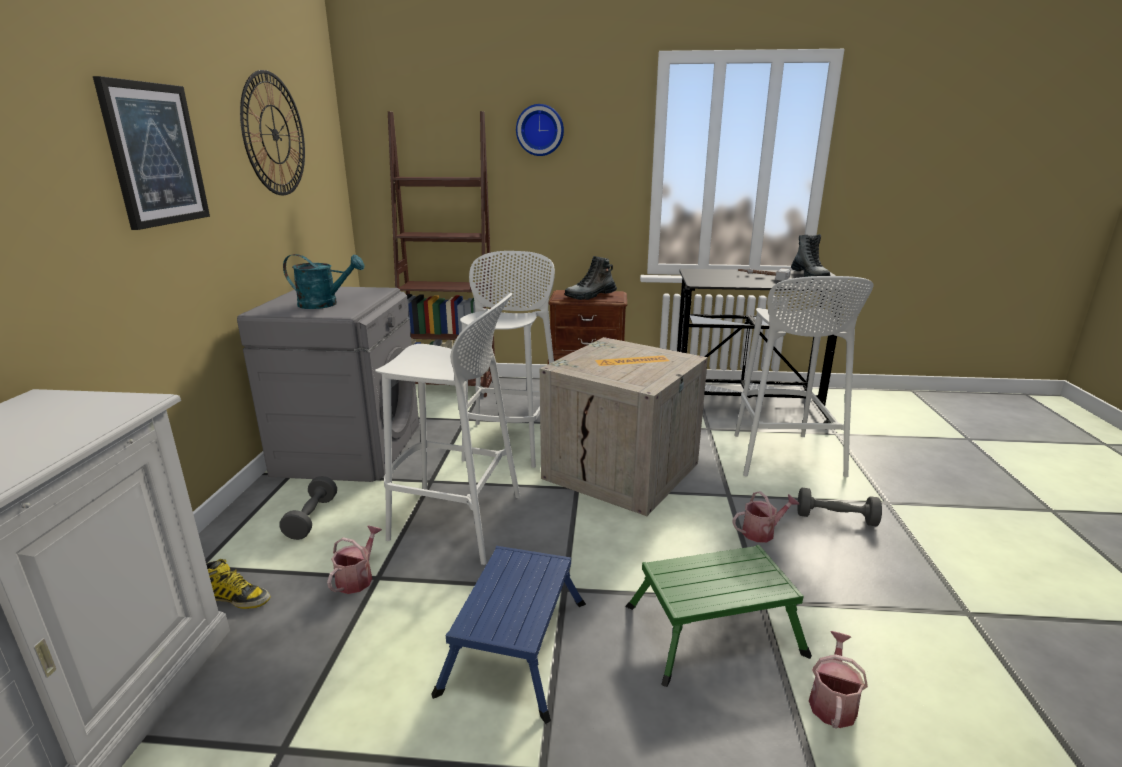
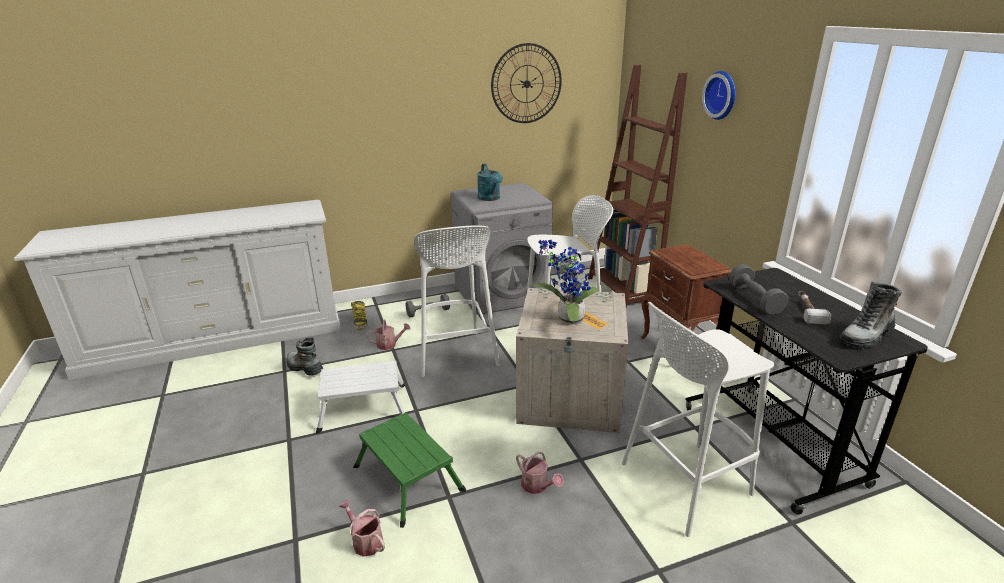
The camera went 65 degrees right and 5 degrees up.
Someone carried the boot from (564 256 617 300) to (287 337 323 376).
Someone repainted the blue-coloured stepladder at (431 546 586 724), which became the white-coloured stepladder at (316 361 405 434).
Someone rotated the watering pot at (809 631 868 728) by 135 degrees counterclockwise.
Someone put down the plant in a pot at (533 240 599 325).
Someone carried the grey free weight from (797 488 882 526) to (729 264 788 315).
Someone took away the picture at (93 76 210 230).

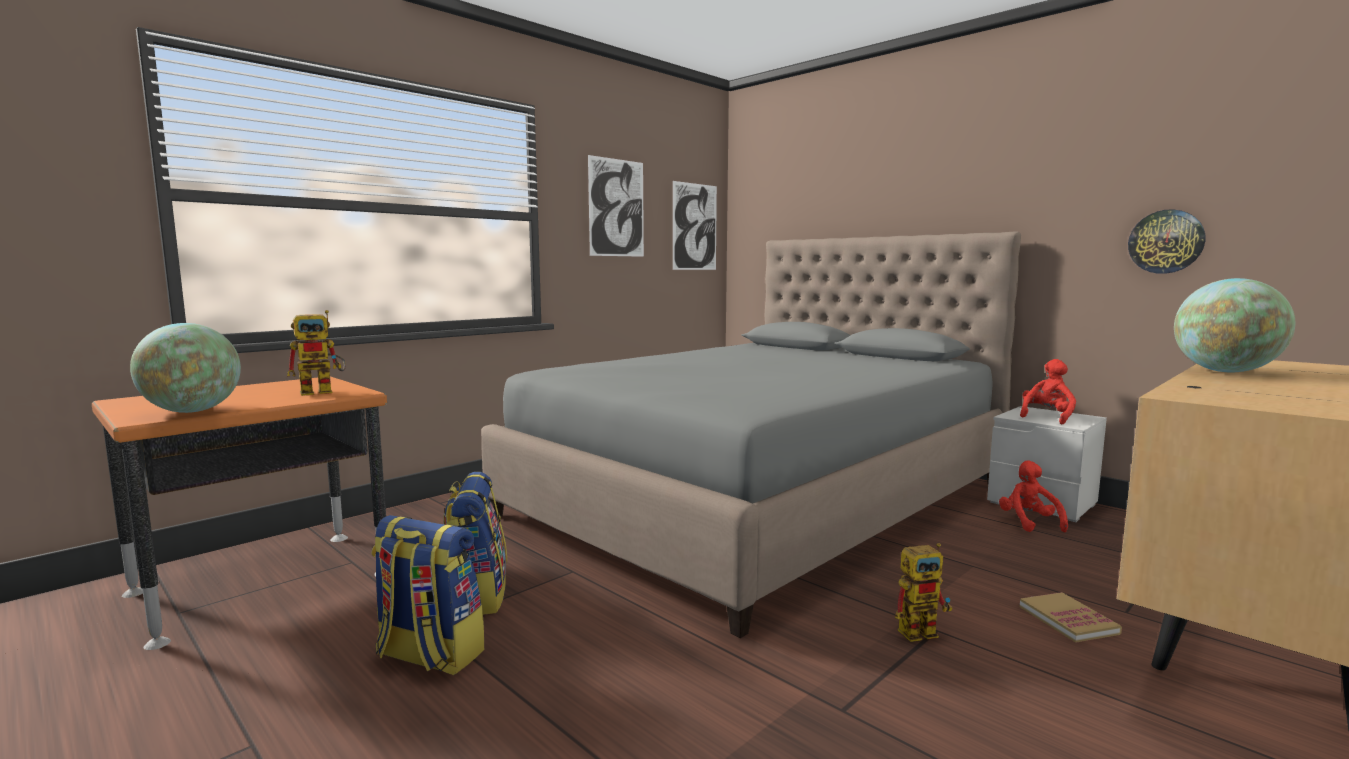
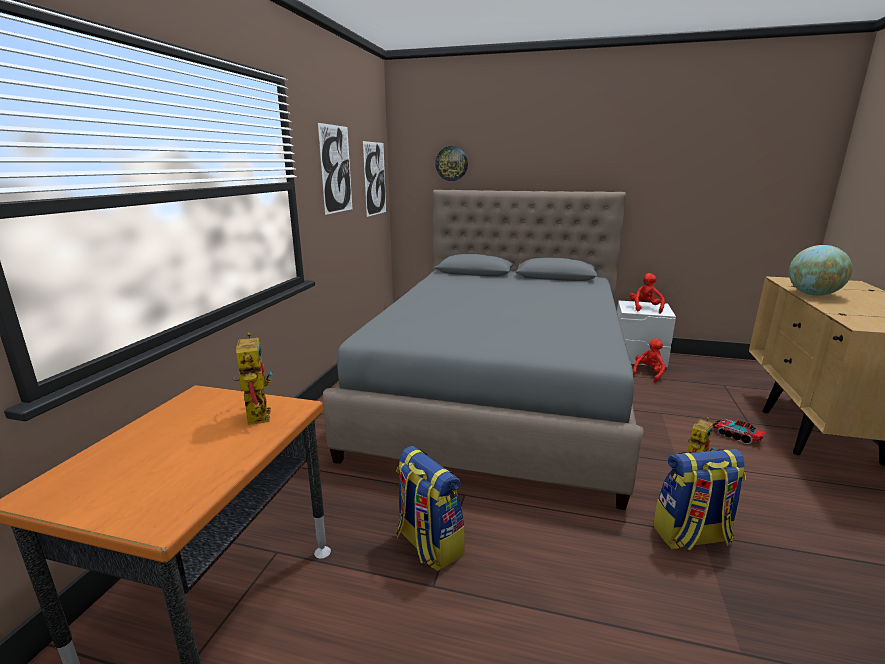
The camera went 30 degrees left and 10 degrees up.
Someone rotated the robot figure at (287 310 346 396) by 45 degrees counterclockwise.
Someone carried the wall clock from (1128 209 1205 274) to (435 146 468 181).
Someone rotated the red cuddly toy at (999 461 1068 532) by 75 degrees clockwise.
Someone carried the knapsack from (372 515 484 675) to (653 449 746 550).
Someone swapped the volume at (1020 592 1122 643) for the toy truck at (713 419 765 444).
Someone took away the globe at (130 323 241 413).

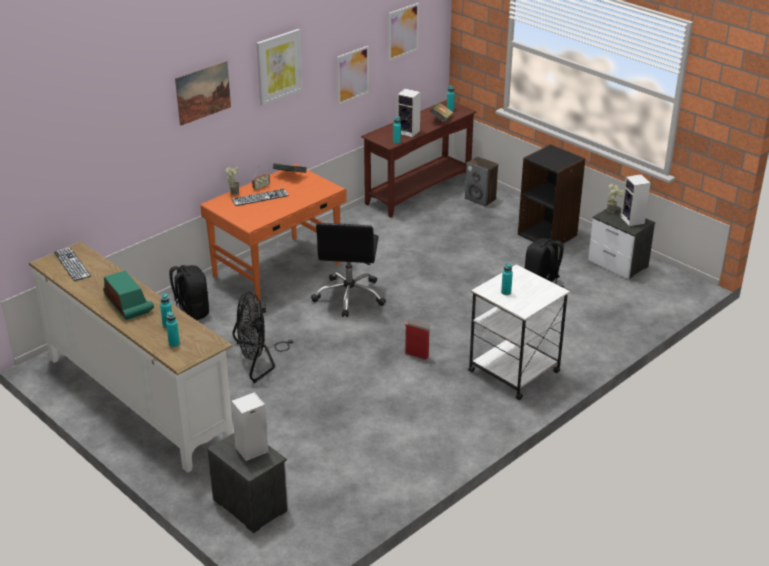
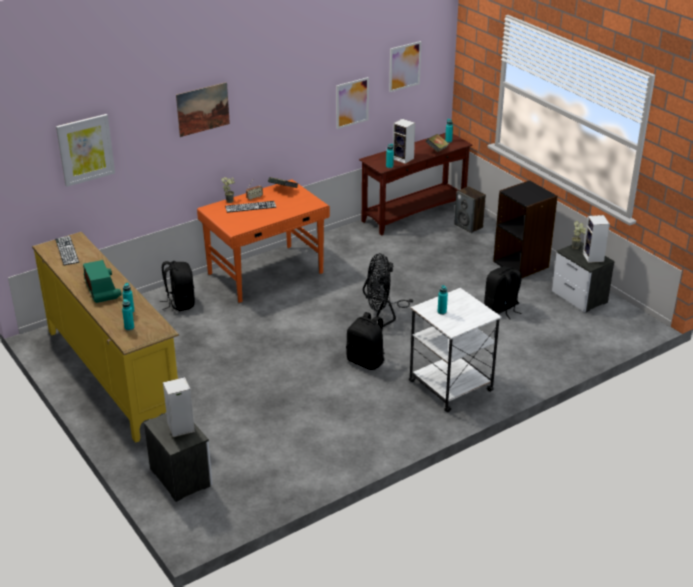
The camera went 10 degrees right and 0 degrees up.
Someone repainted the white-coloured storage cabinet at (29 242 233 473), which became the yellow storage cabinet at (32 232 179 443).
Someone carried the picture from (256 29 303 106) to (56 114 115 187).
Someone swapped the cardboard box at (403 319 431 360) for the blackish knapsack at (346 312 385 370).
Someone carried the blackish electric fan from (232 292 293 383) to (363 253 414 327).
Someone took away the blackish computer chair at (311 223 386 317).

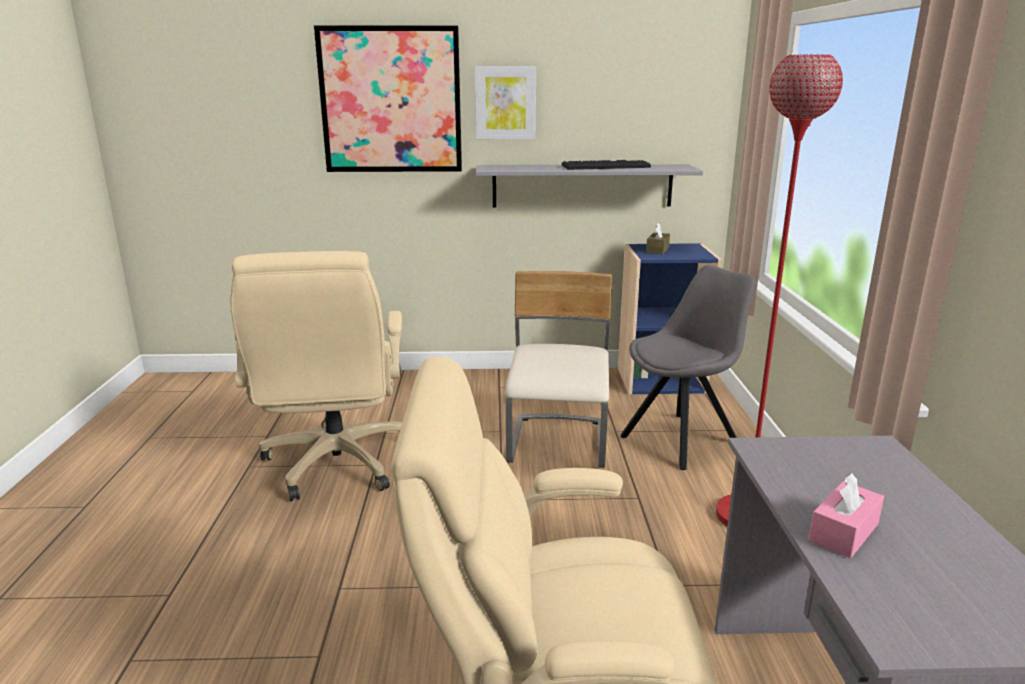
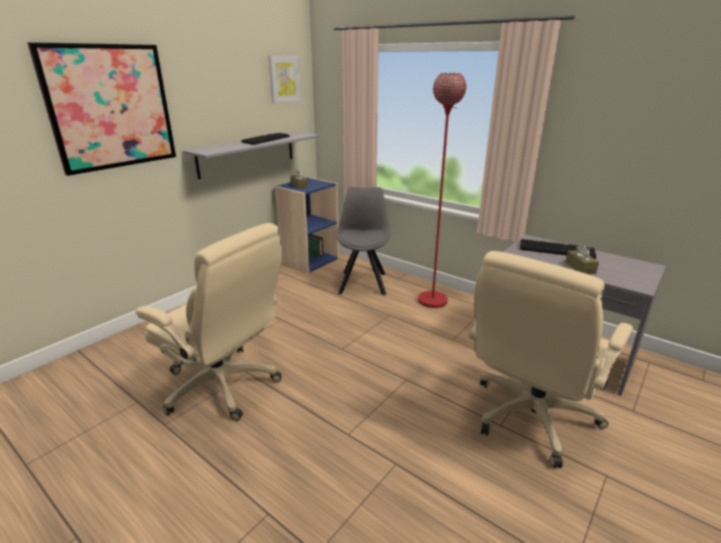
The camera went 50 degrees left and 5 degrees up.
Someone carried the picture from (475 66 536 139) to (268 56 301 103).
Someone put down the computer keyboard at (520 239 596 259).
Someone repainted the pinkish tissue holder at (808 472 884 558), which became the brown tissue holder at (566 244 599 274).
Someone took away the beige-coloured plain chair at (505 271 612 468).

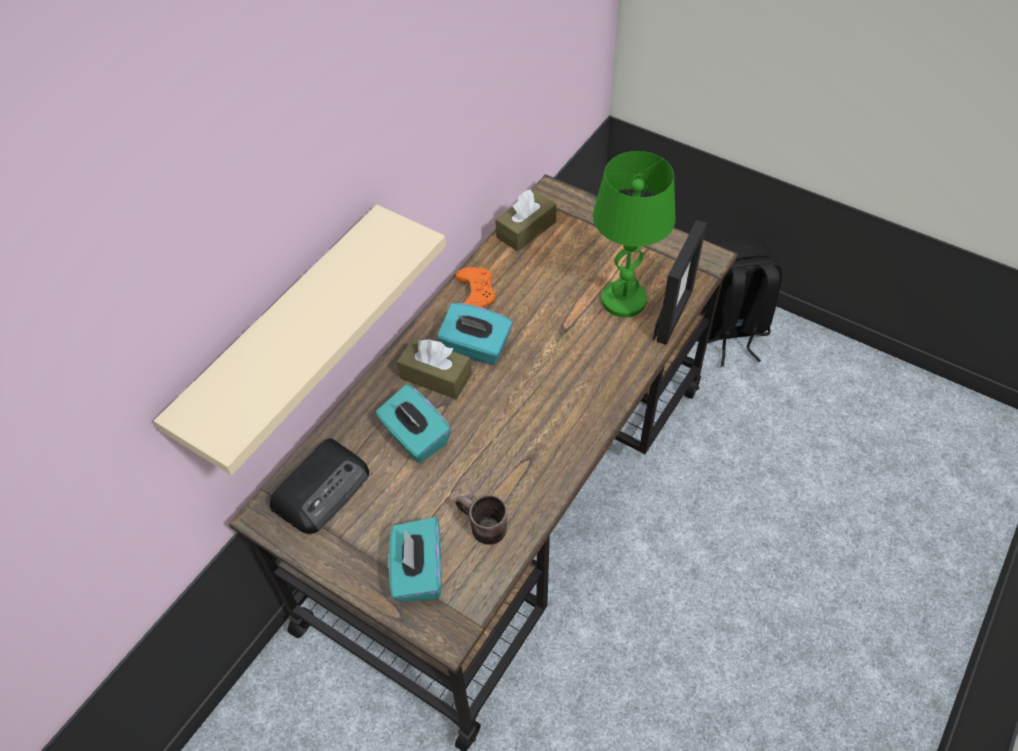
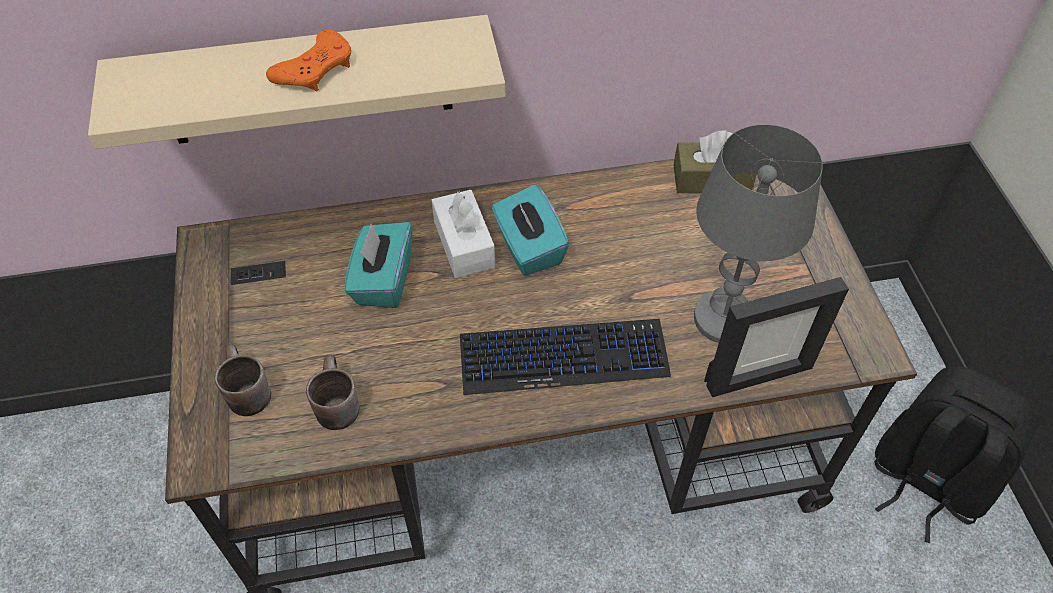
The camera went 45 degrees right and 0 degrees up.
Someone swapped the turquoise tissue holder at (389 517 442 602) for the brown coffee mug at (214 345 271 416).
Someone carried the orangey game controller from (456 267 495 308) to (266 30 351 91).
Someone repainted the brown tissue holder at (397 337 472 399), which became the white-coloured tissue holder at (432 190 495 278).
Someone put down the computer keyboard at (460 319 671 395).
Someone repainted the green table lamp at (593 151 675 317), which became the grey table lamp at (694 124 823 343).
Someone took away the radio receiver at (270 438 369 534).

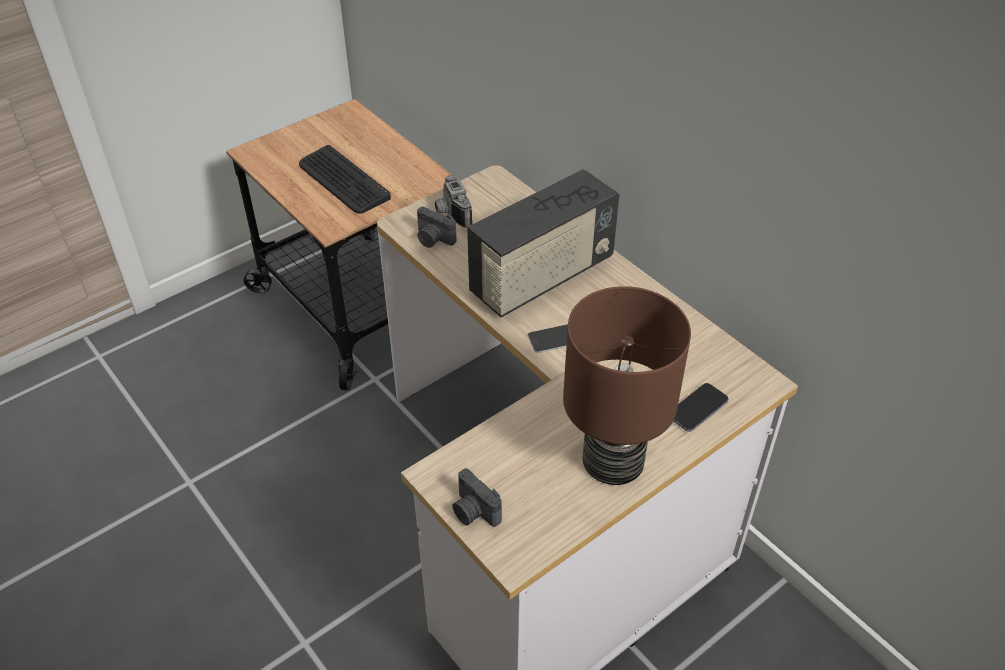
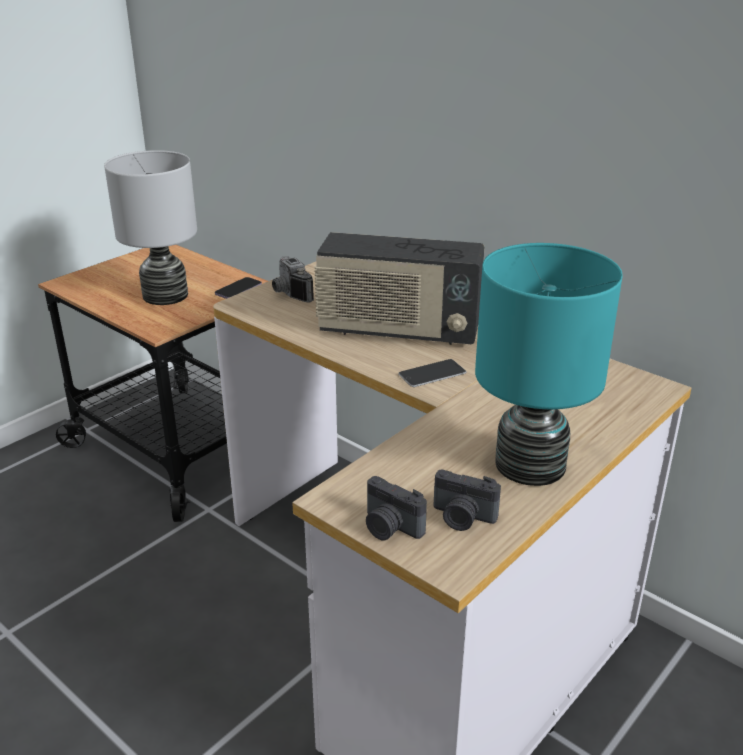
The camera went 10 degrees left and 15 degrees down.
Someone swapped the computer keyboard at (299 145 391 214) for the grey table lamp at (104 150 197 305).
Someone carried the phone from (673 383 729 432) to (215 277 262 299).
Someone rotated the radio receiver at (467 169 619 318) by 60 degrees clockwise.
Someone carried the photo camera from (417 207 456 248) to (434 470 501 531).
Someone repainted the brown table lamp at (563 286 691 485), which became the turquoise table lamp at (475 243 623 486).

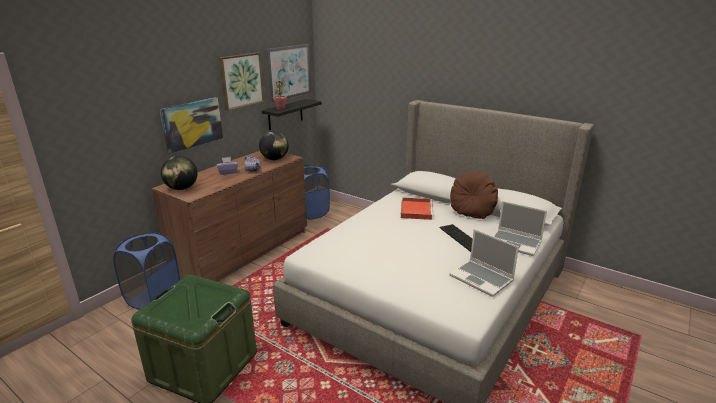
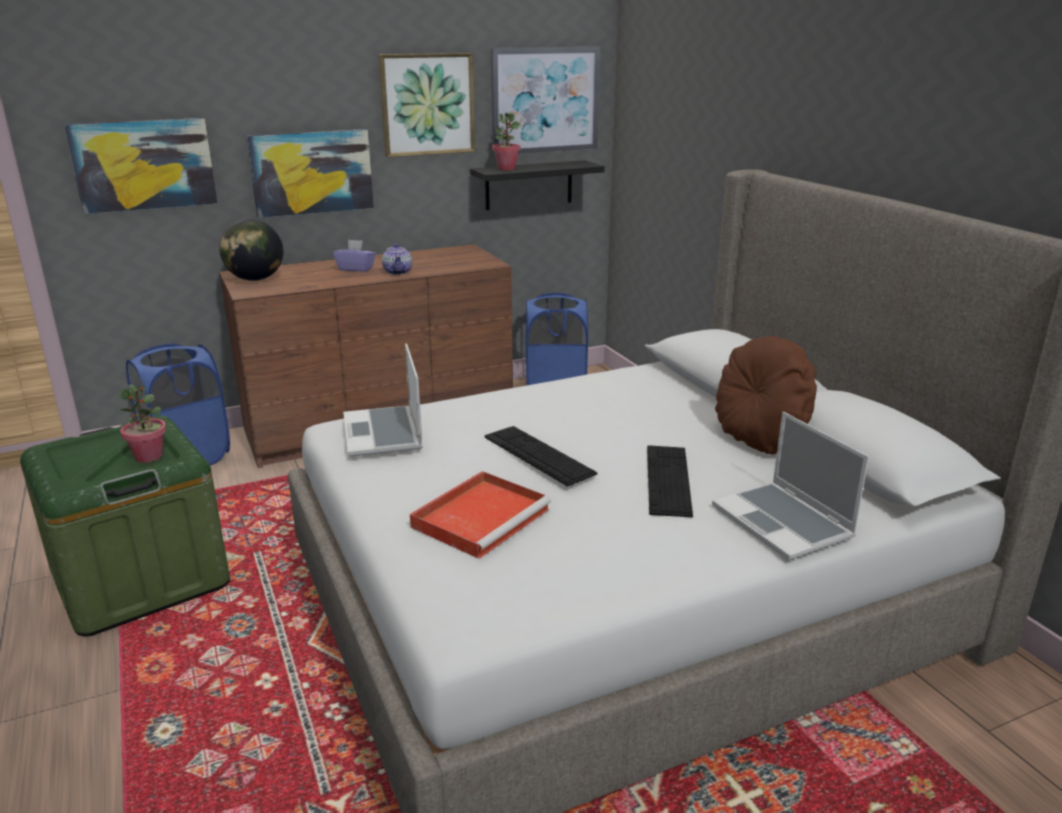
The camera went 30 degrees right and 0 degrees up.
Someone put up the picture at (64 118 218 214).
Someone put down the plant in a pot at (120 383 166 463).
Someone carried the laptop from (449 229 519 297) to (343 344 423 457).
Someone carried the red tray from (401 198 433 220) to (410 471 551 559).
Someone put down the computer keyboard at (485 426 597 487).
Someone took away the globe at (259 131 289 160).

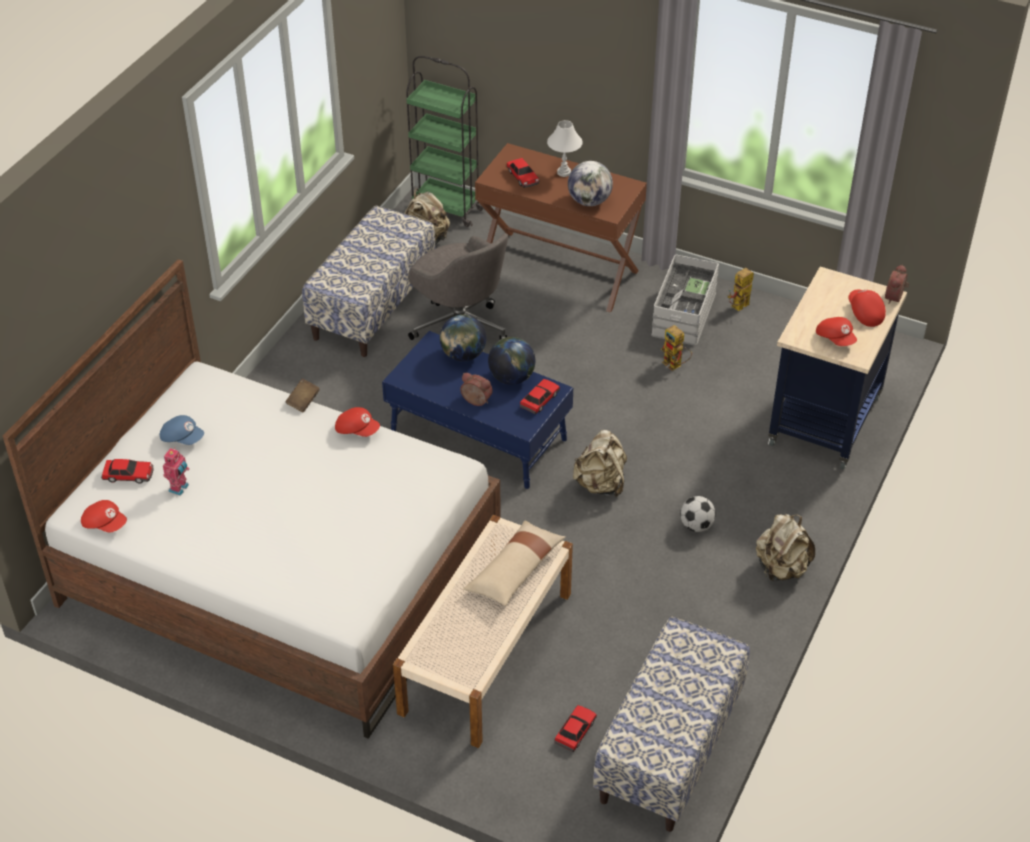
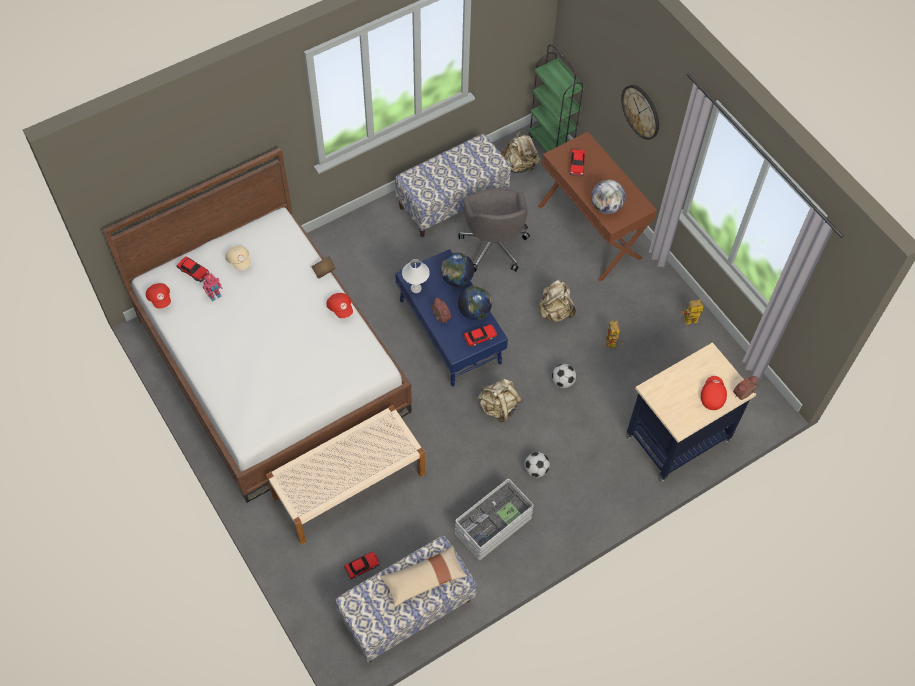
The camera went 30 degrees right and 15 degrees up.
Someone repainted the blue-coloured cap at (160 415 204 445), which became the beige-coloured cap at (225 246 251 270).
Someone carried the beige-coloured throw pillow from (463 520 566 606) to (380 546 467 607).
Someone carried the white-coloured table lamp from (547 120 583 177) to (402 259 430 293).
Someone carried the grey storage container from (651 254 720 346) to (455 479 534 560).
Someone carried the beige-coloured knapsack from (756 514 815 582) to (538 280 576 322).
Someone put down the football at (552 364 576 388).
Someone put up the wall clock at (621 85 659 140).
Someone took away the red cap at (816 317 857 346).

